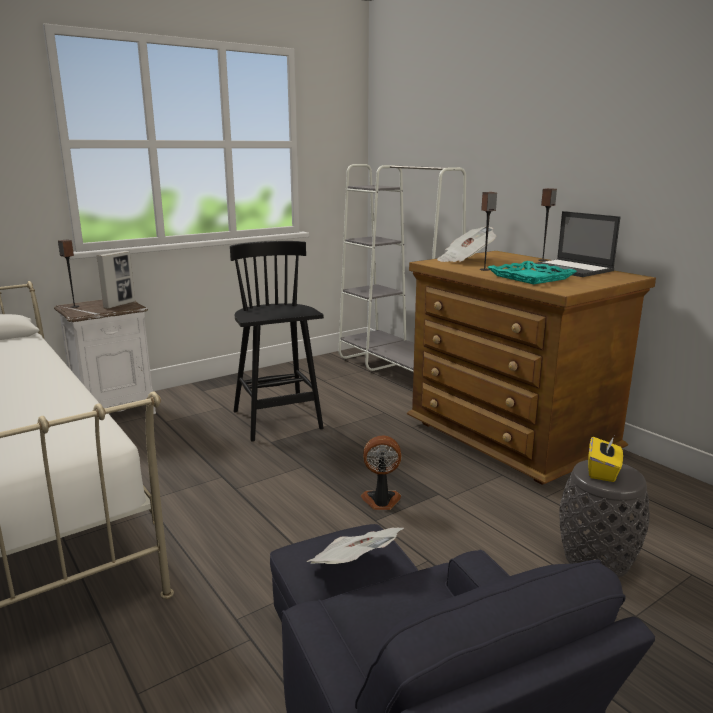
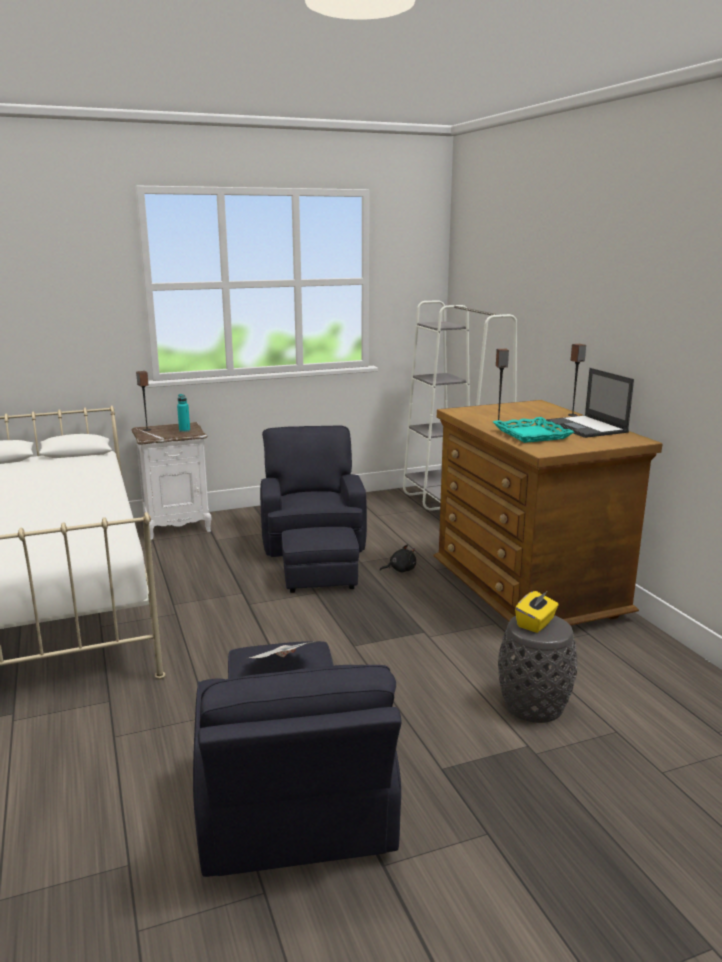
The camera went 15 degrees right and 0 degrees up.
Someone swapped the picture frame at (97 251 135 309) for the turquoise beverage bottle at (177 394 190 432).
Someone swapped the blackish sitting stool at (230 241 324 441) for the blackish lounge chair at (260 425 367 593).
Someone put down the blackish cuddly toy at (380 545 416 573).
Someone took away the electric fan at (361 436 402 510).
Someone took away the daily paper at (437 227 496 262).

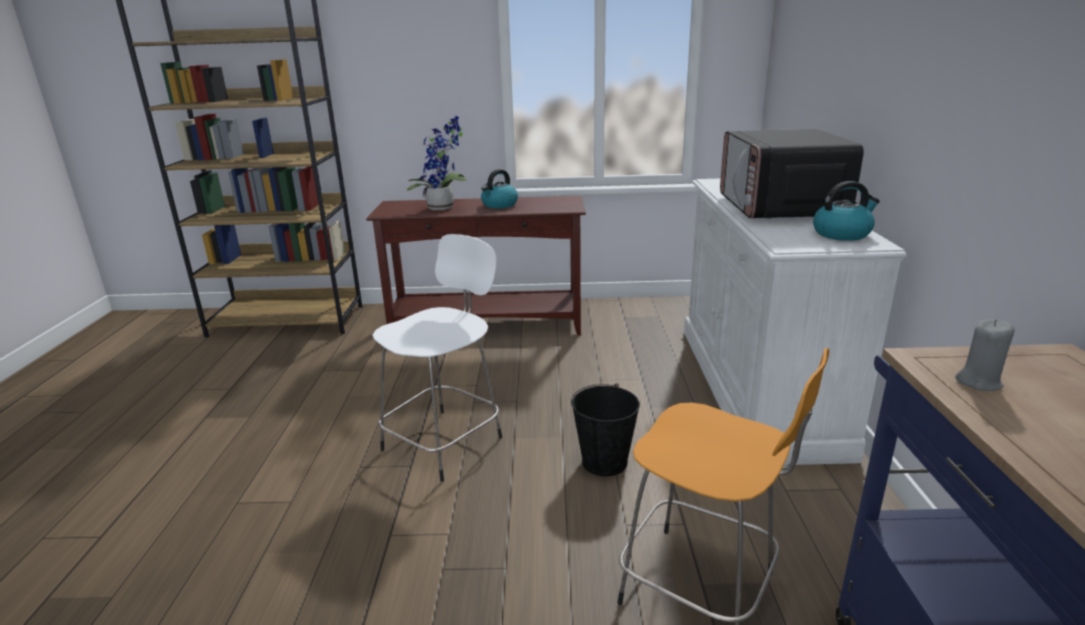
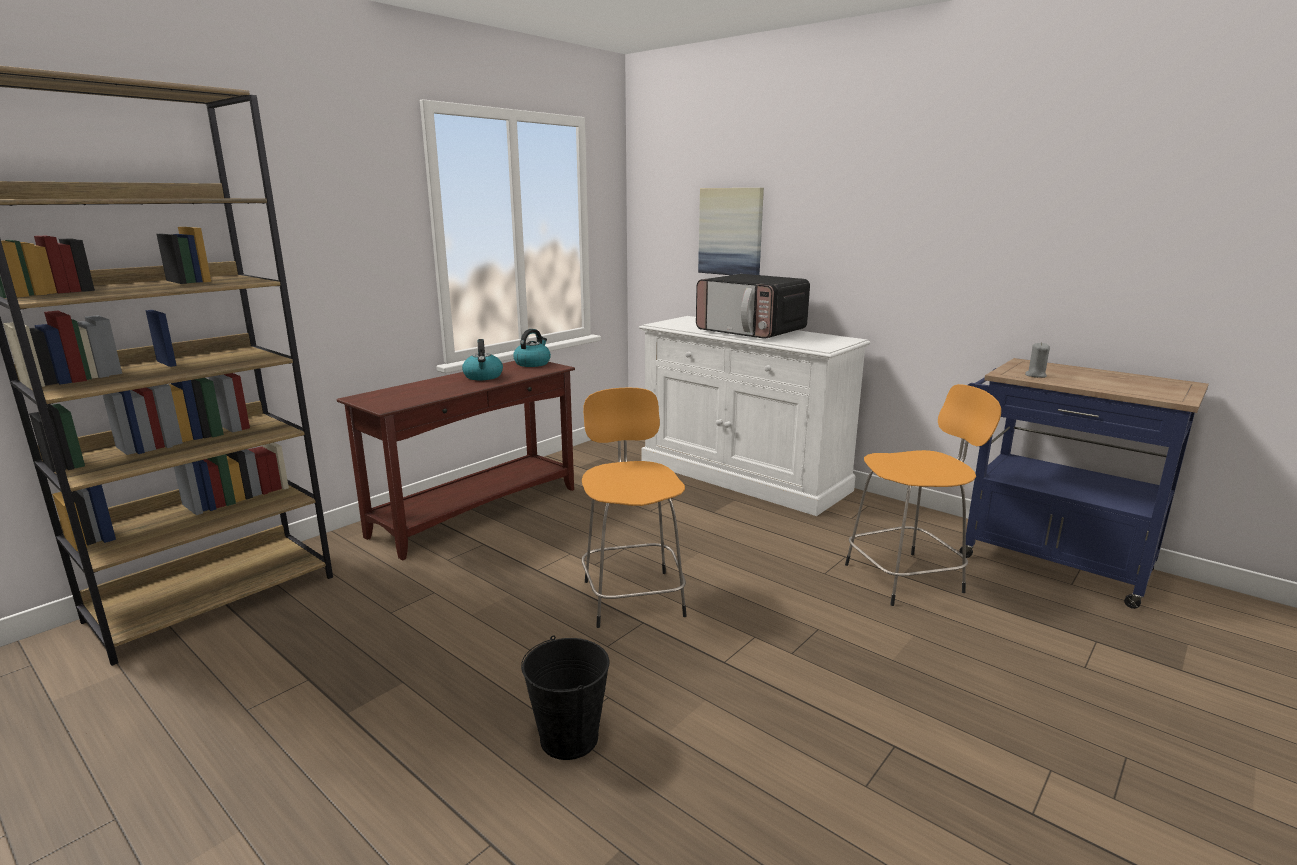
The camera went 50 degrees left and 5 degrees down.
Someone carried the tea kettle from (813 181 880 241) to (513 329 551 367).
Someone carried the blackish water bucket from (571 383 640 476) to (521 635 609 760).
Someone repainted the white-coloured sitting stool at (372 234 502 482), which became the orangey sitting stool at (581 388 687 628).
Someone put up the picture at (698 188 764 275).
Someone took away the plant in a pot at (407 116 467 210).

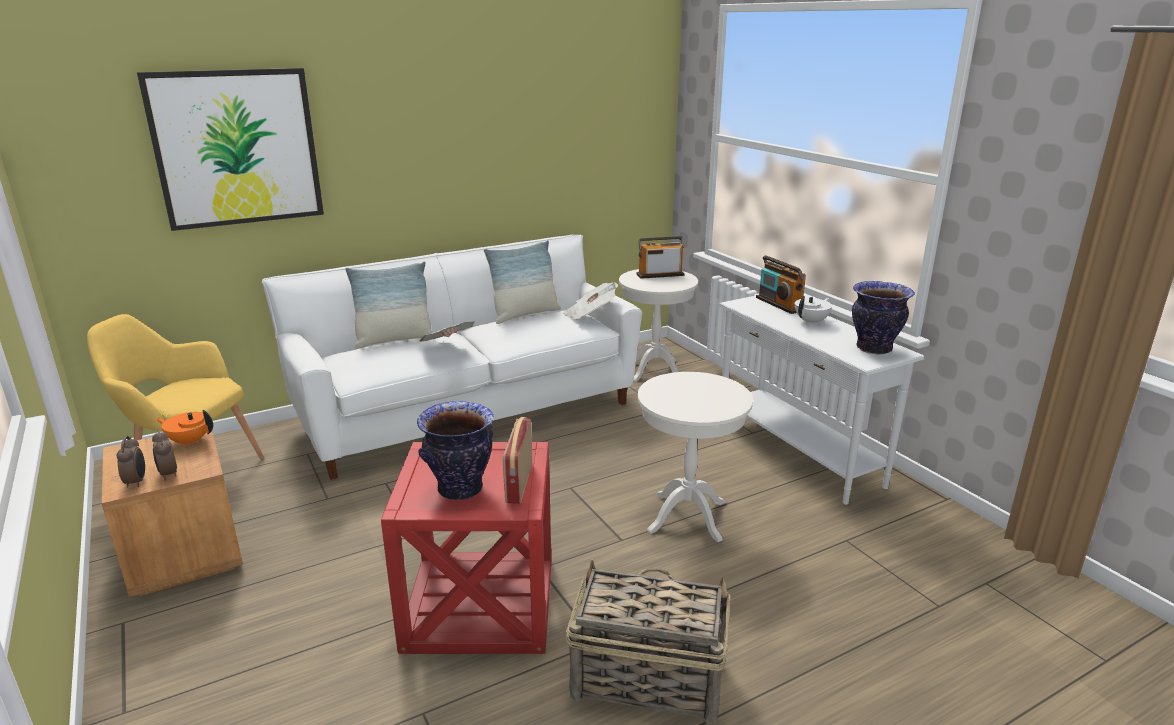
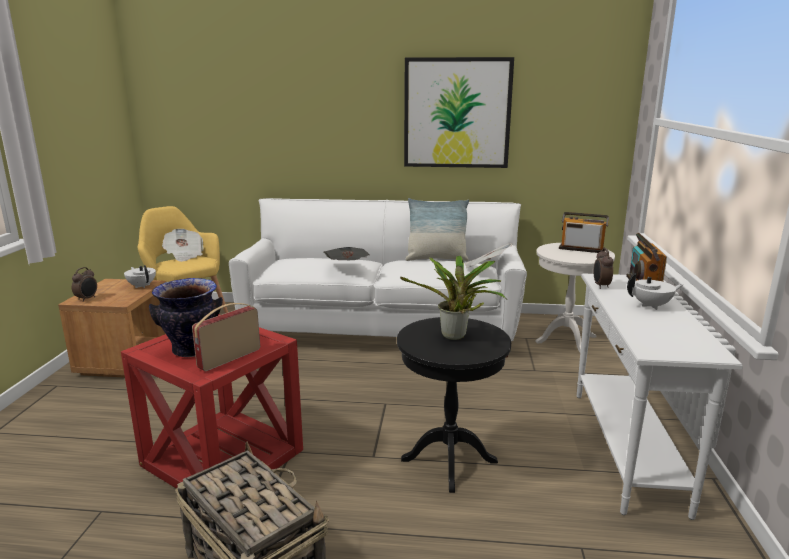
The camera went 35 degrees right and 5 degrees down.
Someone repainted the orangey teapot at (156 410 213 447), which became the white-coloured teapot at (124 265 156 288).
Someone put down the daily paper at (162 229 204 262).
Someone repainted the white-coloured side table at (638 372 753 542), which became the blackish side table at (397 317 511 493).
Someone put down the plant in a pot at (400 256 507 340).
Someone carried the picture from (137 68 324 231) to (404 57 514 168).
Someone carried the bedside clock from (152 429 177 481) to (594 248 613 289).
Someone took away the throw pillow at (345 261 433 349).
Someone took away the flower vase at (852 281 915 354).

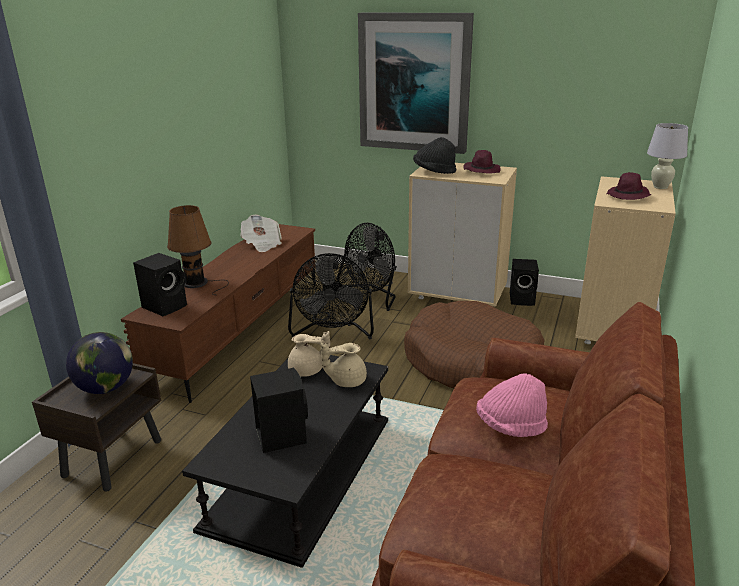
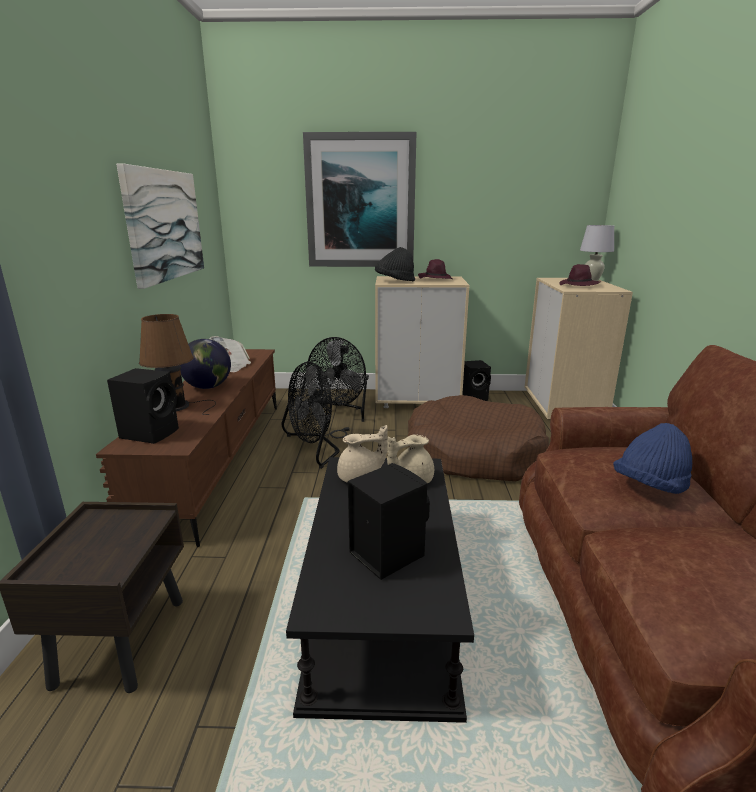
The camera went 20 degrees left and 5 degrees down.
Someone put up the picture at (116 163 204 289).
Someone carried the globe from (66 332 133 394) to (180 339 231 389).
Someone rotated the blackish electric fan at (288 253 374 339) by 75 degrees clockwise.
Someone repainted the pinkish hat at (476 373 548 437), which became the blue-coloured hat at (613 423 692 494).

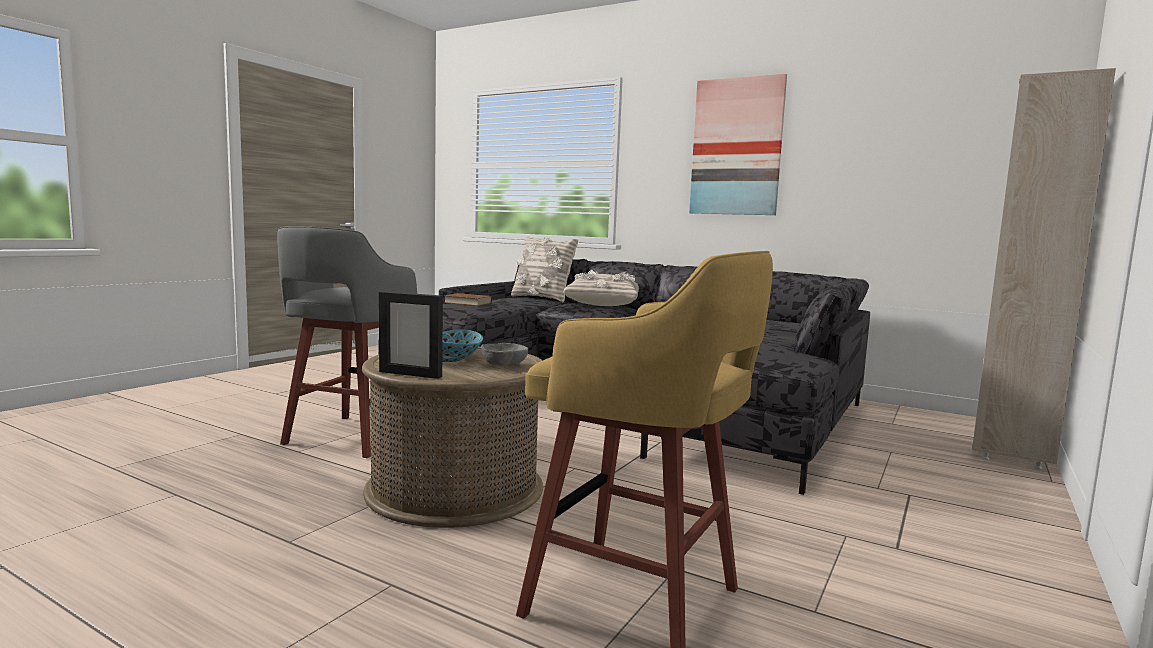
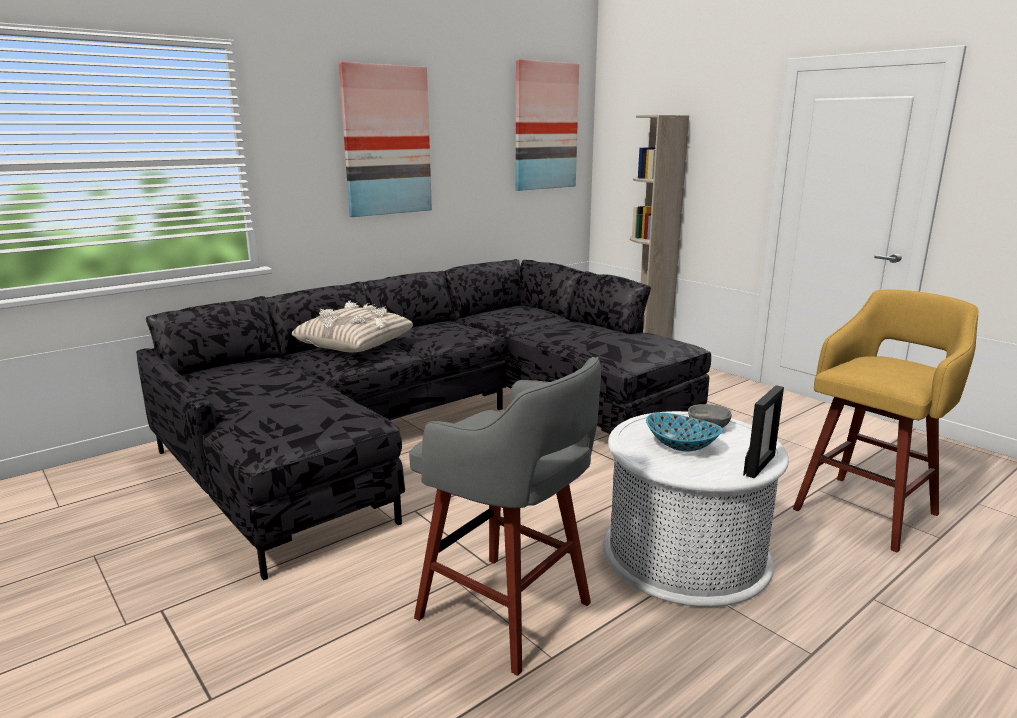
The camera went 70 degrees left and 10 degrees up.
Someone put up the picture at (516 59 579 191).
Someone repainted the brown low table at (362 347 543 528), which became the white-coloured low table at (603 411 789 607).
Someone took away the brown volume at (444 293 492 306).
Someone took away the beige-coloured throw pillow at (511 236 578 302).

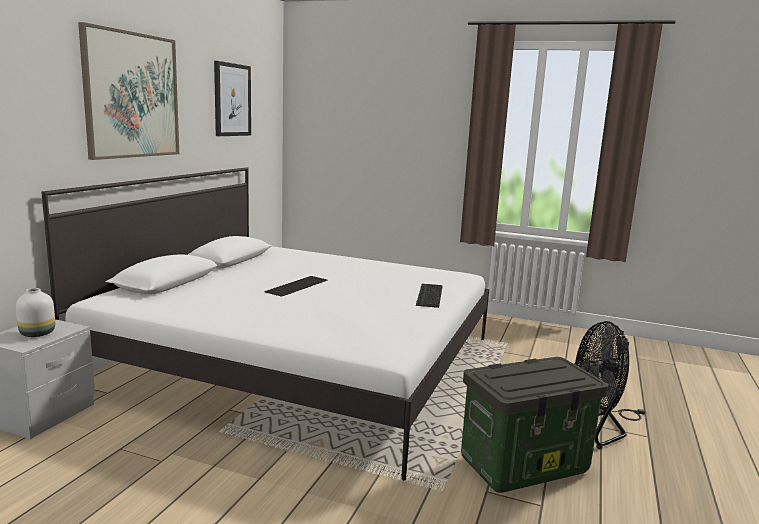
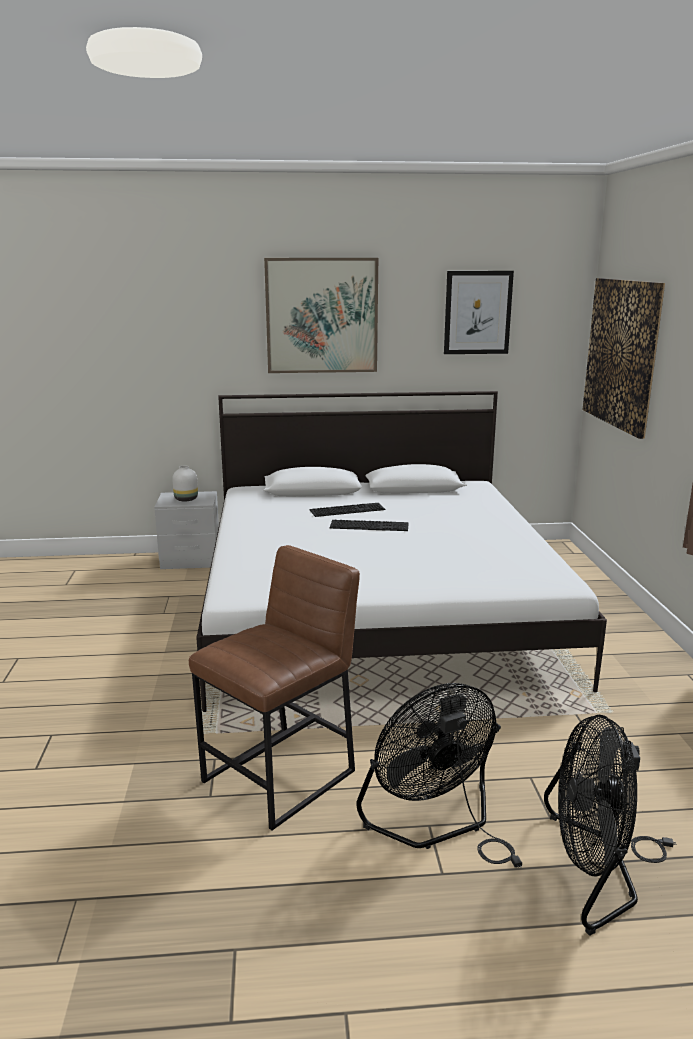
The camera went 65 degrees right and 5 degrees up.
Someone swapped the storage container at (461 357 608 493) for the brown plain chair at (189 545 360 830).
Someone carried the computer keyboard from (416 284 443 308) to (309 503 385 517).
Someone put down the blackish electric fan at (544 715 675 936).
Someone put up the picture at (582 278 665 439).

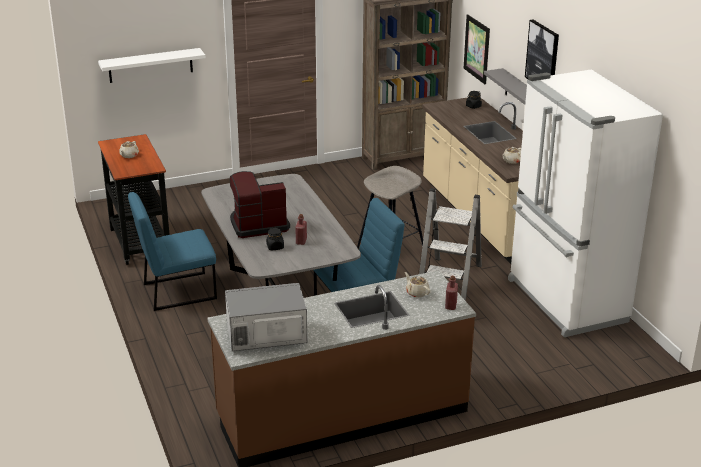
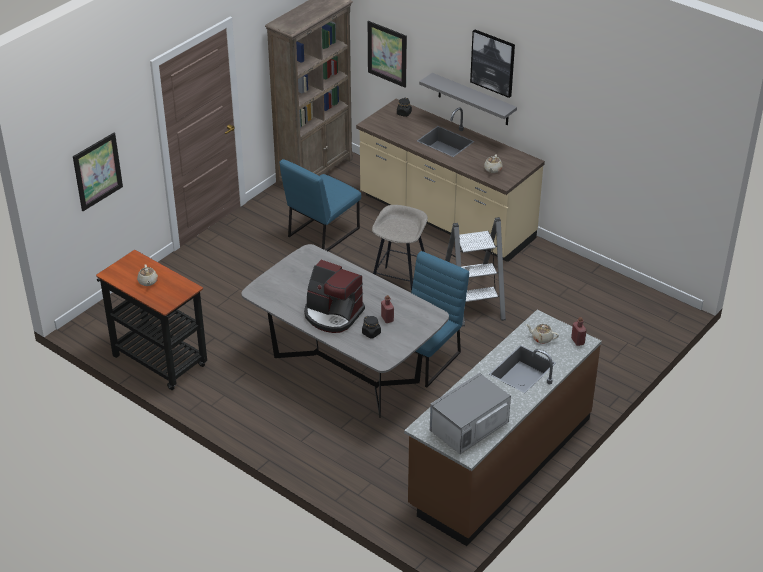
The camera went 30 degrees left and 10 degrees up.
Someone swapped the white-coloured shelf at (98 48 206 83) for the picture at (73 133 123 211).
Someone carried the blue-coloured plain chair from (128 192 217 311) to (279 159 361 251).
Someone rotated the coffee machine at (230 171 290 238) by 105 degrees counterclockwise.
Someone took away the white-coloured fridge at (508 69 663 337).

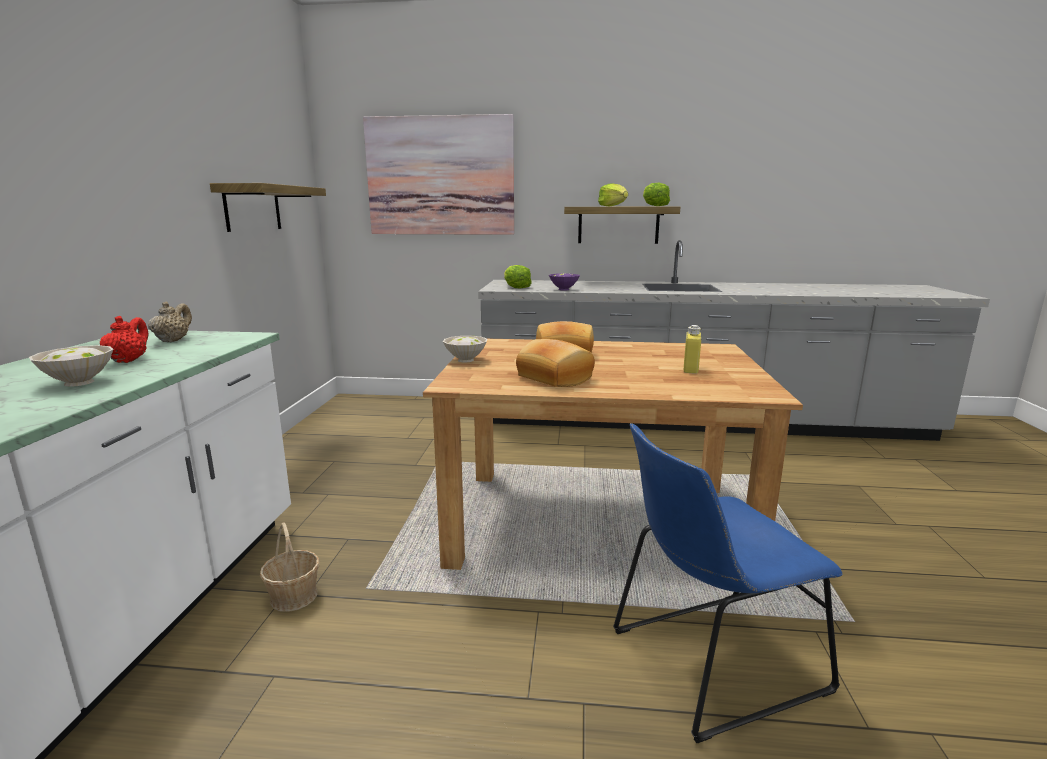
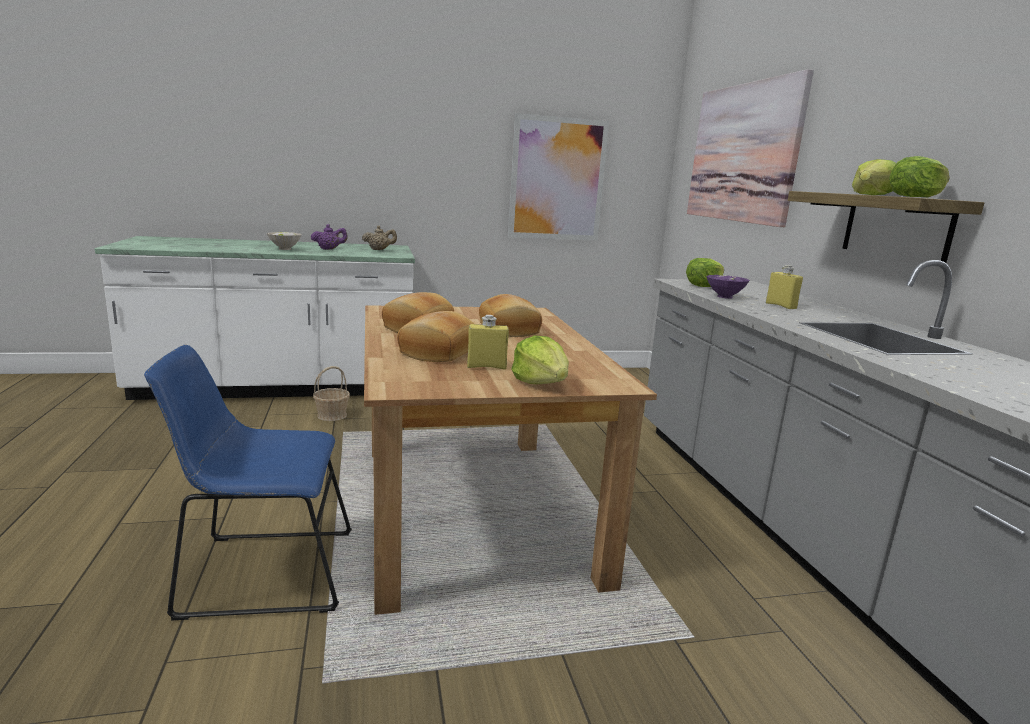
The camera went 70 degrees right and 0 degrees up.
Someone rotated the blue-coloured plain chair at (613 423 842 743) by 60 degrees counterclockwise.
Someone repainted the red teapot at (100 316 149 363), which became the purplish teapot at (311 224 348 250).
Someone put down the baked bread at (397 311 474 362).
Someone swapped the shelf at (210 183 326 232) for the picture at (508 113 609 241).
Someone put down the head of lettuce at (511 335 569 384).
Someone put down the yellow beverage bottle at (766 265 803 309).
Someone took away the white-coloured serving bowl at (443 336 487 362).

